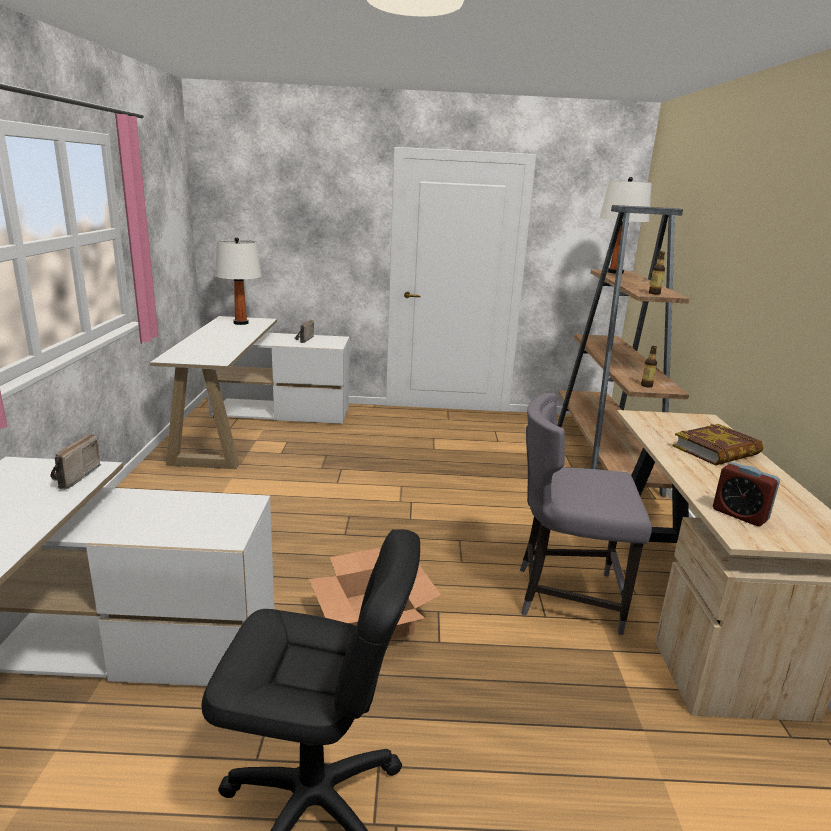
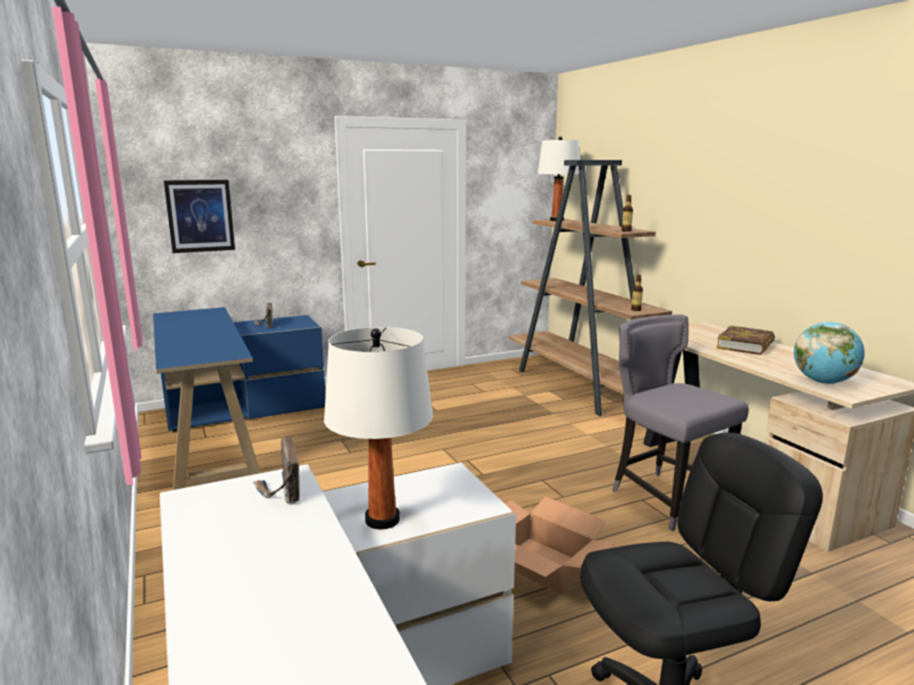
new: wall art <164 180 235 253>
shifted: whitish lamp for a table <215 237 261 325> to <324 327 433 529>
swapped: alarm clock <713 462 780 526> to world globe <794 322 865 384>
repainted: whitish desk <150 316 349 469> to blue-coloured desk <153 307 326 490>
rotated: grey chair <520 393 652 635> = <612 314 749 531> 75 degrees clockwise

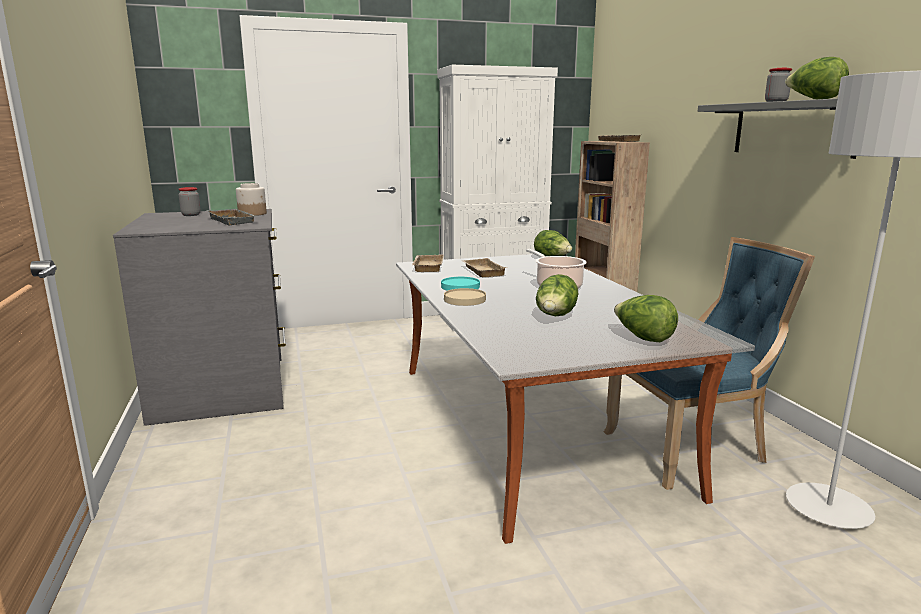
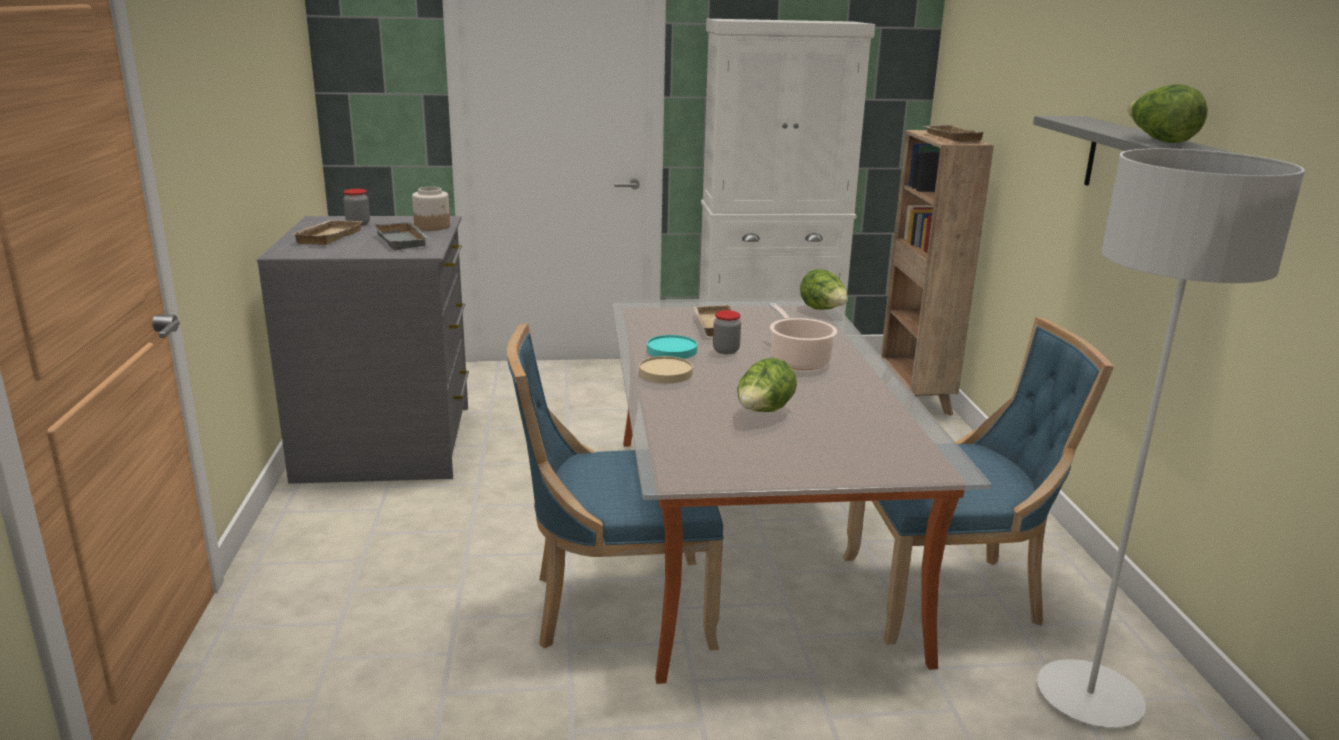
gone: lettuce <614 295 678 343>
new: blue-coloured chair <507 323 724 650>
shifted: beige carrying tray <412 255 443 272> to <293 220 363 245>; storage jar <765 68 792 102> to <713 310 741 354>

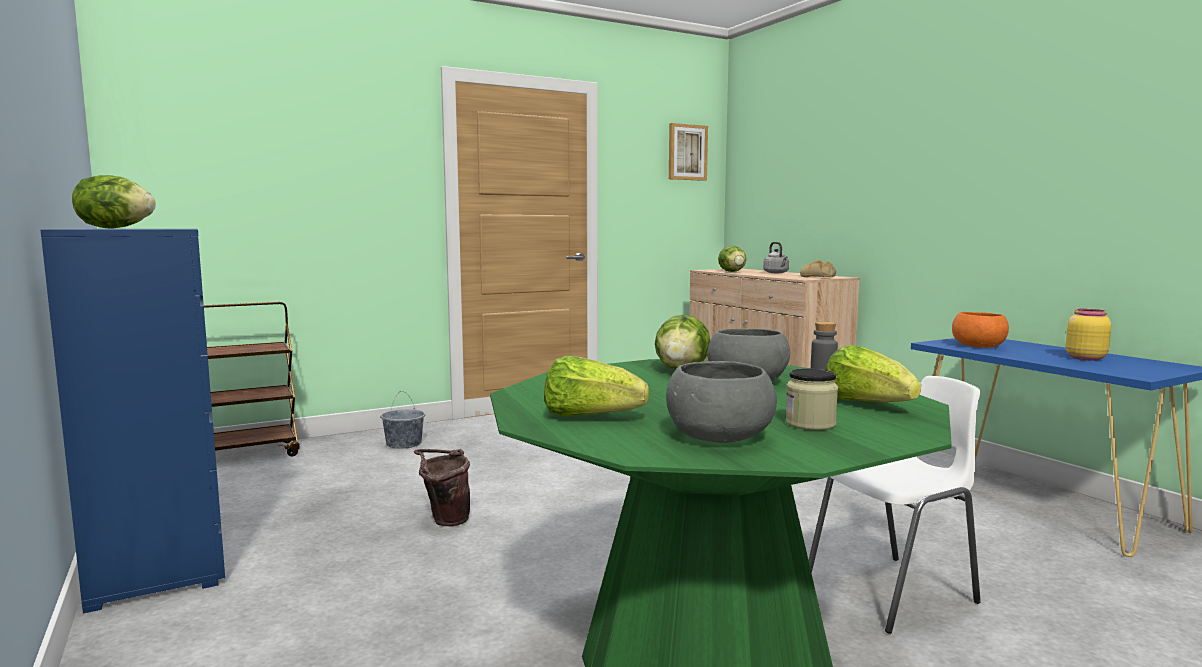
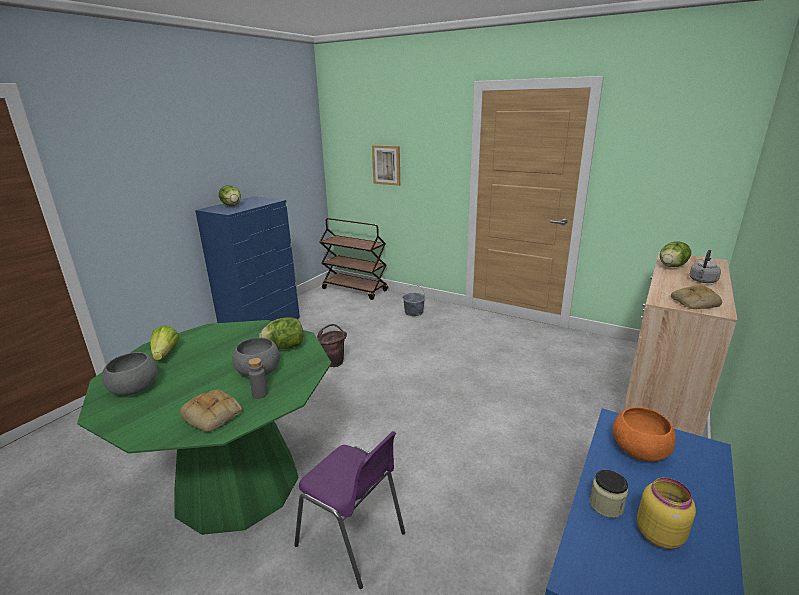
shifted: wall art <669 123 708 181> to <372 145 400 186>; storage jar <785 368 838 430> to <590 470 628 518>
swapped: lettuce <826 345 921 402> to bread <180 389 242 432>
repainted: whitish chair <809 376 981 634> to purple-coloured chair <294 431 405 589>

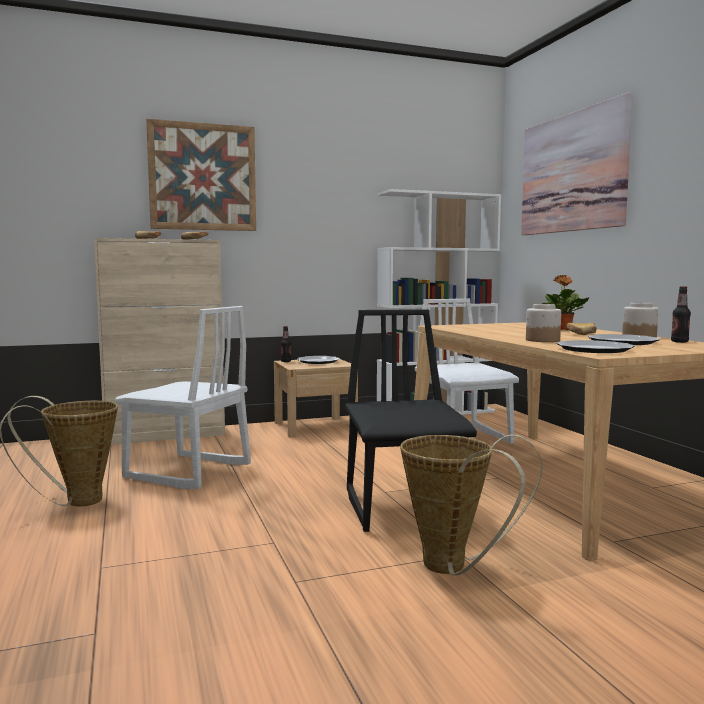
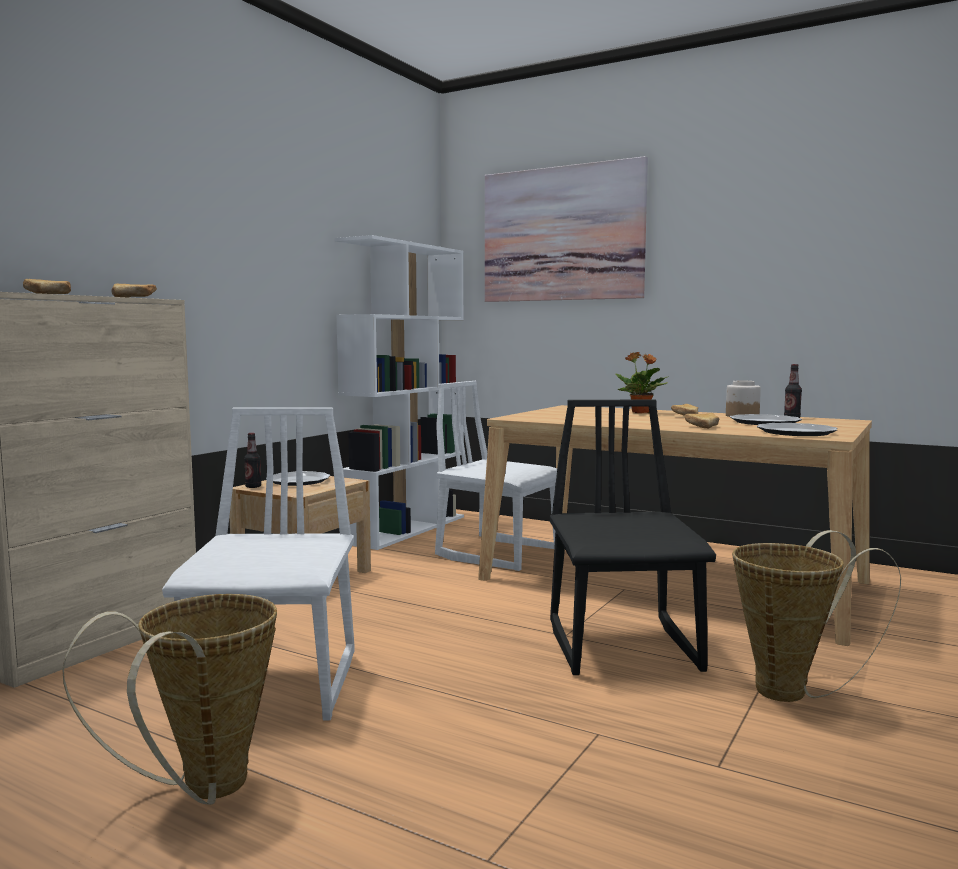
gone: wall art <146 119 256 231>
swapped: storage jar <526 304 561 342> to bread <685 413 719 429>
rotated: whitish chair <114 306 251 489> = <162 408 355 720> 75 degrees counterclockwise; black-coloured chair <345 309 477 532> = <550 399 716 675> 45 degrees clockwise

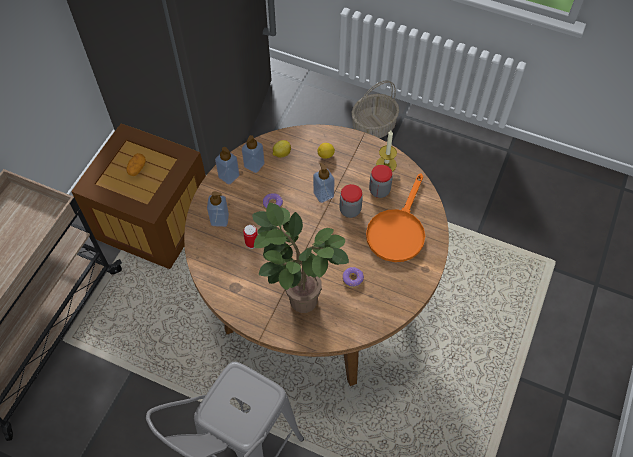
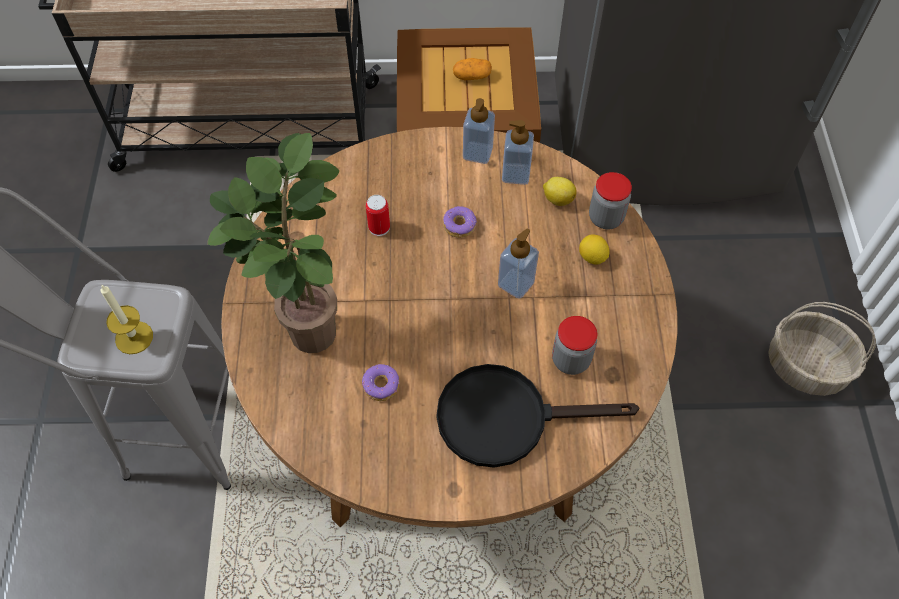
gone: soap bottle <207 191 229 227>
shifted: wax light <376 131 397 172> to <101 284 153 354>; storage jar <339 184 363 218> to <589 172 632 229>
repainted: orangey skillet <366 173 425 262> to black-coloured skillet <437 364 639 468>

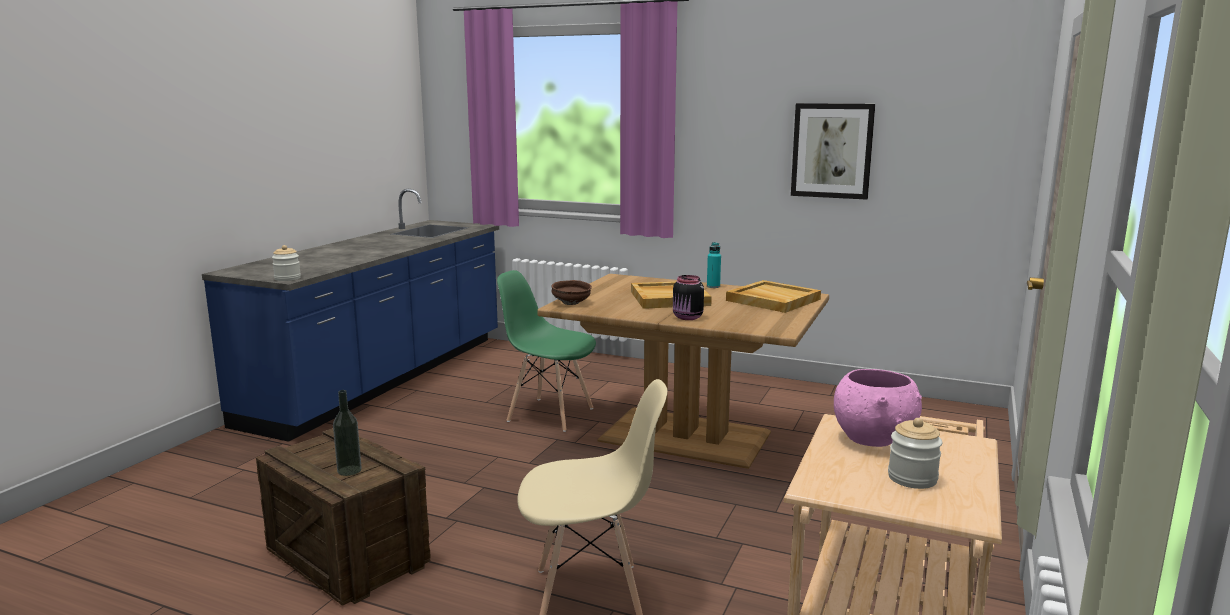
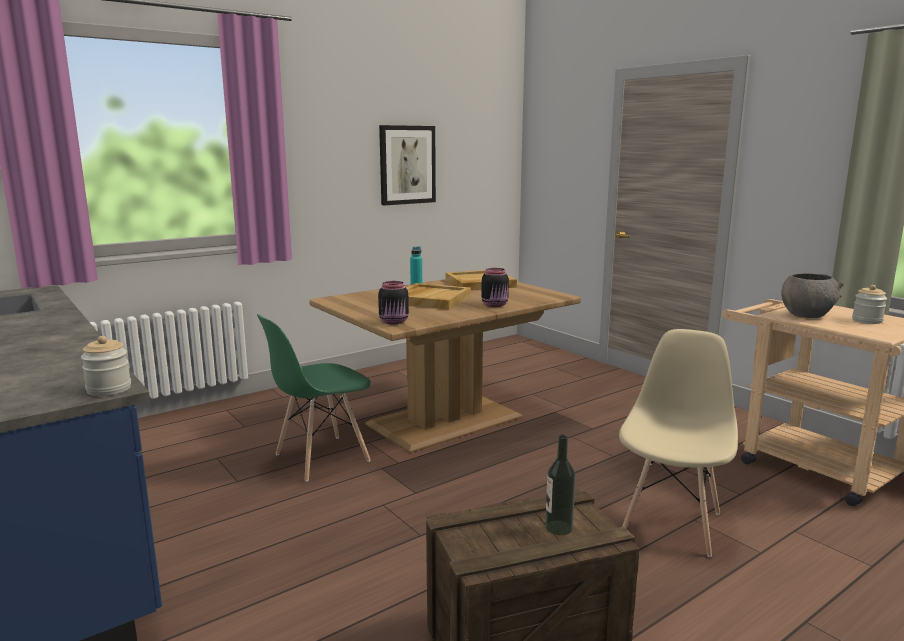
swapped: brownish serving bowl <551 280 592 305> to black-coloured storage jar <378 281 409 324>
repainted: pinkish serving bowl <834 369 922 447> to grey serving bowl <781 273 845 318>

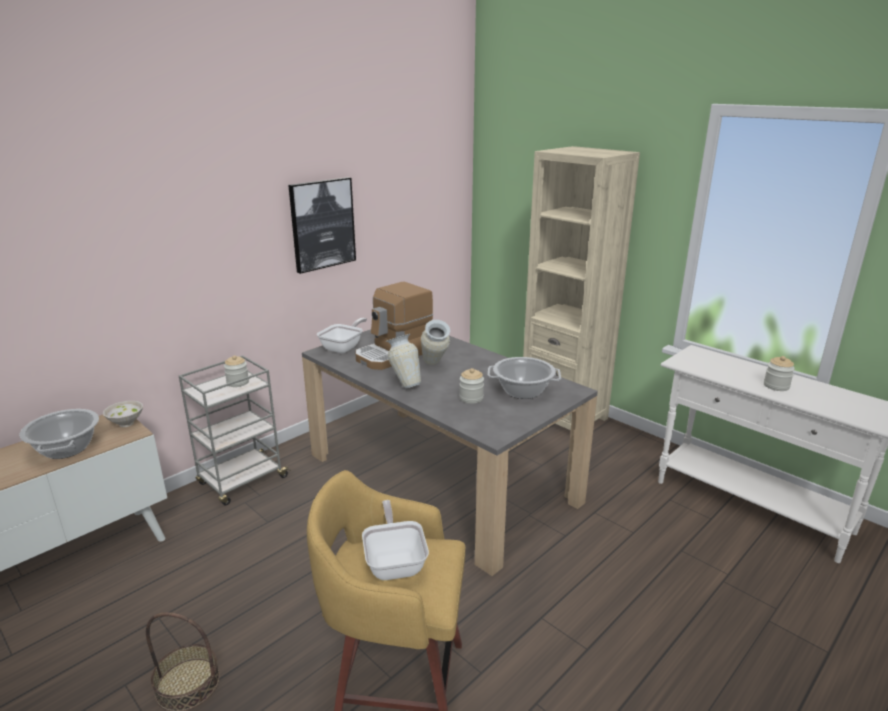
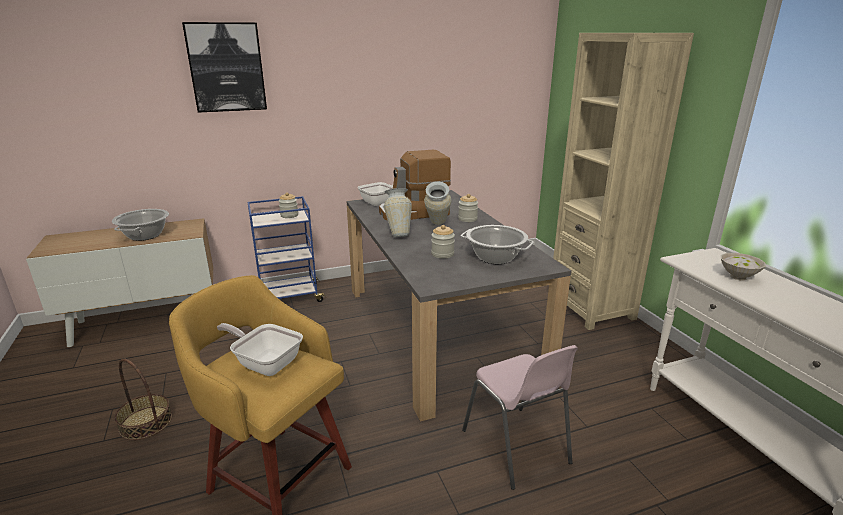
new: pinkish chair <462 345 578 490>
shifted: wall art <288 177 356 274> to <182 22 267 113>; storage jar <764 356 795 391> to <458 194 478 222>; whitish serving bowl <103 401 143 427> to <721 253 766 280>
repainted: grey trolley <179 355 291 505> to blue-coloured trolley <247 196 326 302>
rotated: skillet <362 500 429 580> = <217 323 303 376> 75 degrees counterclockwise

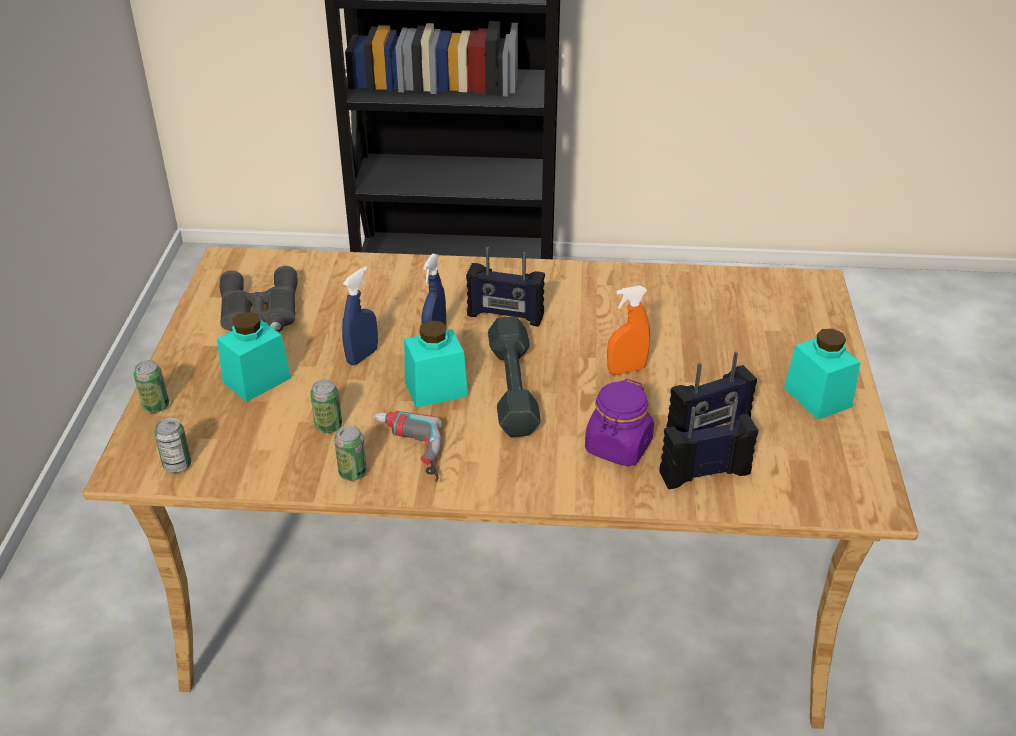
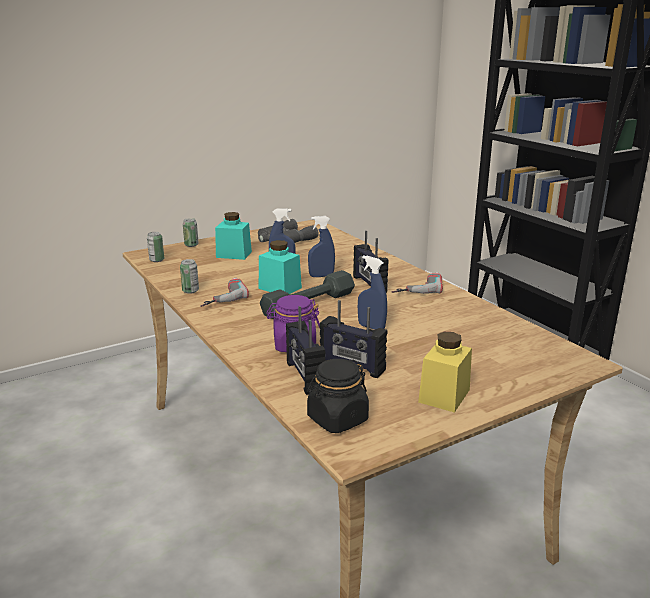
gone: metal can <310 380 342 433>
new: black-coloured storage jar <307 359 369 433>; power drill <392 272 443 294>
repainted: orangey hand sprayer <607 286 650 375> to blue-coloured hand sprayer <358 255 387 330>; blue-green storage jar <784 329 861 420> to yellowish storage jar <418 332 472 413>
rotated: radio <659 400 758 489> = <286 306 326 395> 150 degrees counterclockwise

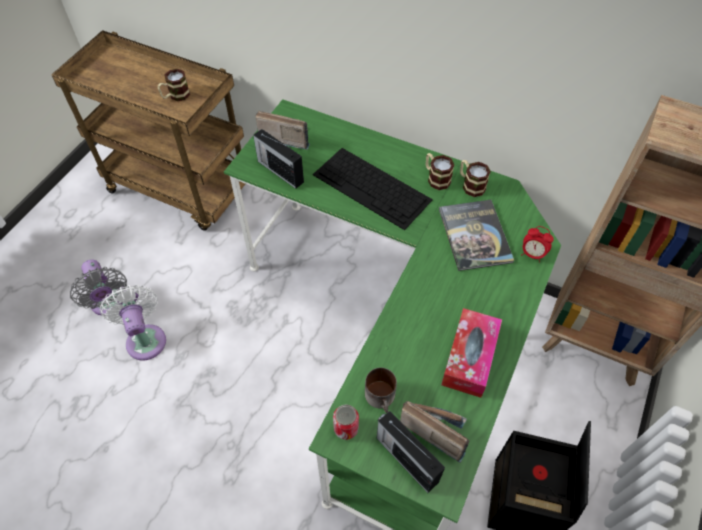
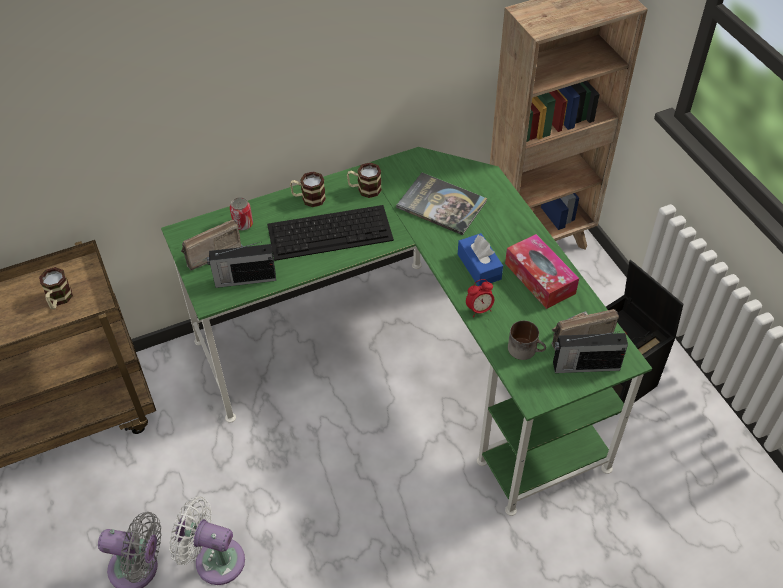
new: blue-coloured tissue box <458 233 503 286>
shifted: metal can <333 404 359 440> to <230 197 253 230>; mug <460 160 491 197> to <290 171 326 207>; alarm clock <521 226 554 263> to <466 279 494 317>

